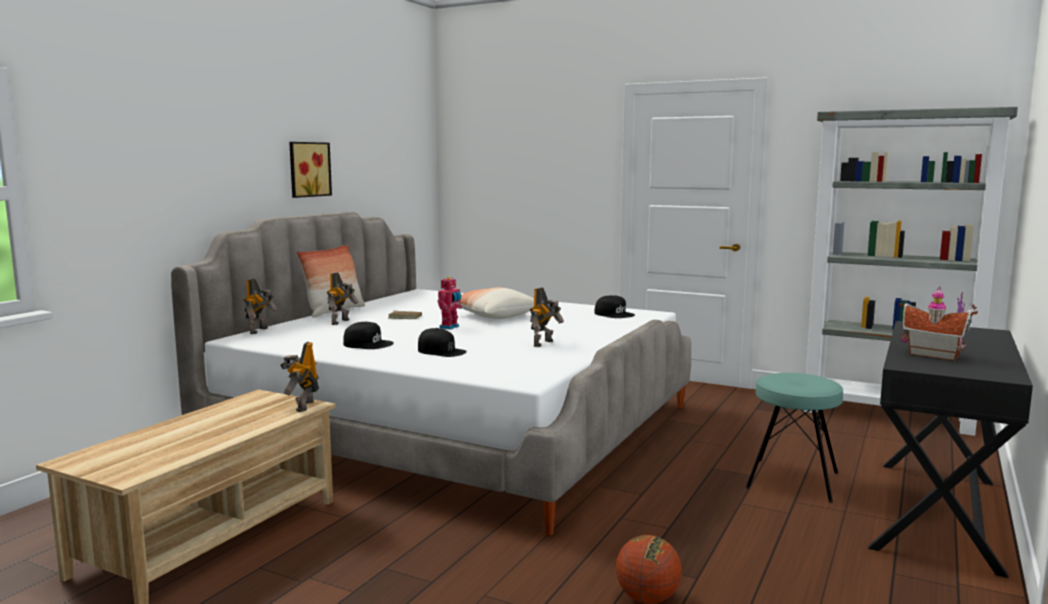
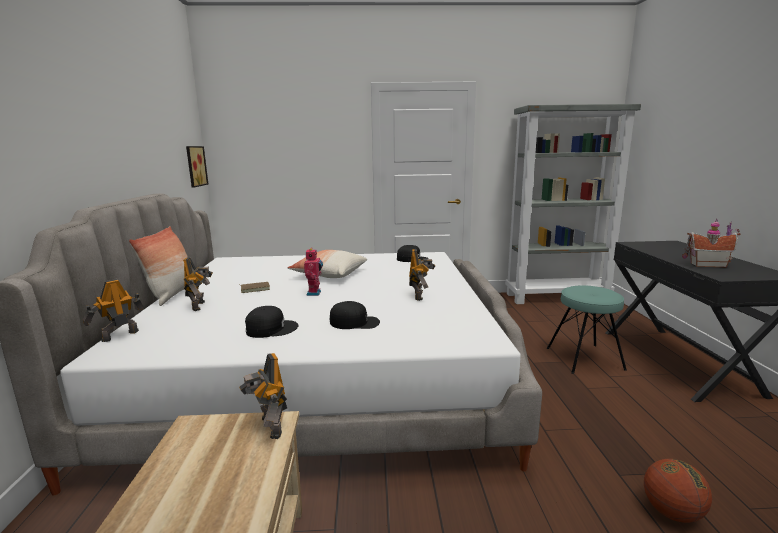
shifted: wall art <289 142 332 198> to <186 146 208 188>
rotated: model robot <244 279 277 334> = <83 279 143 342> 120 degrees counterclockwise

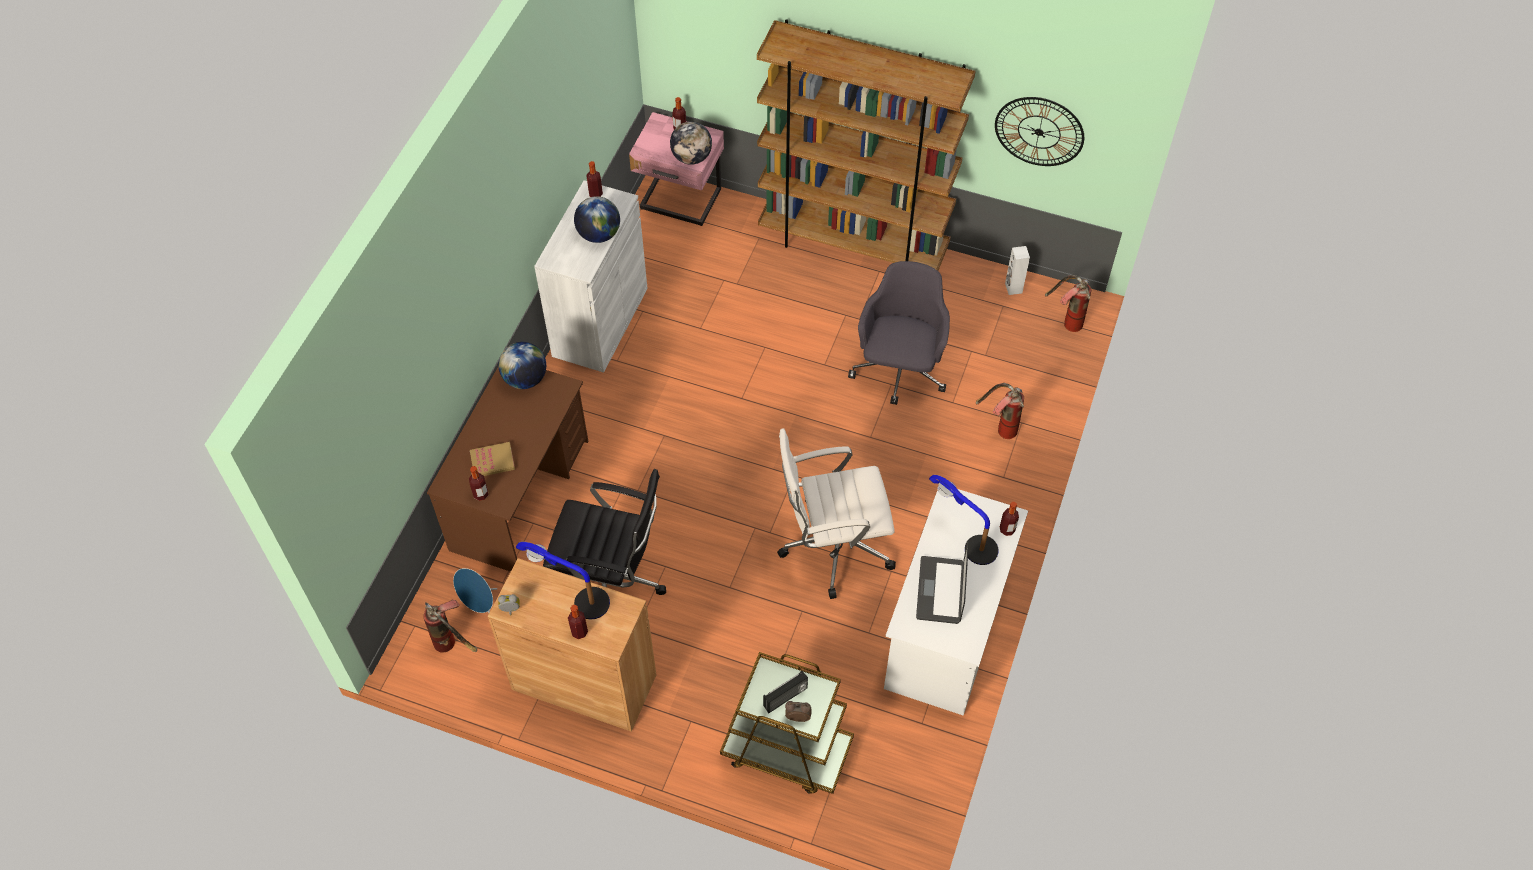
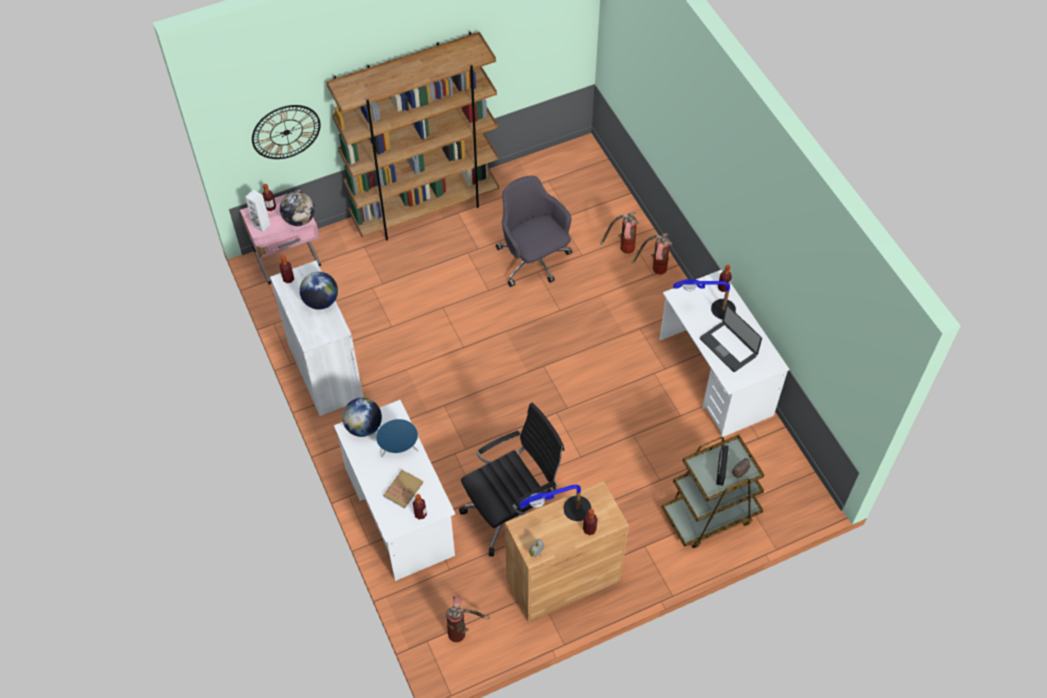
gone: whitish desk chair <777 428 896 599>
shifted: whitish loudspeaker <1005 246 1030 295> to <245 189 271 232>; wall clock <995 97 1084 166> to <252 105 320 159>; blue-coloured loudspeaker <453 568 497 613> to <376 419 419 457>; extinguisher <1045 275 1091 332> to <632 233 672 275>
repainted: brownish desk <427 367 588 572> to whitish desk <334 400 455 581>

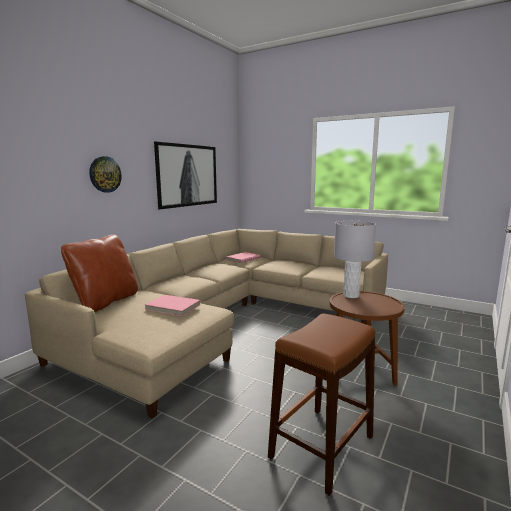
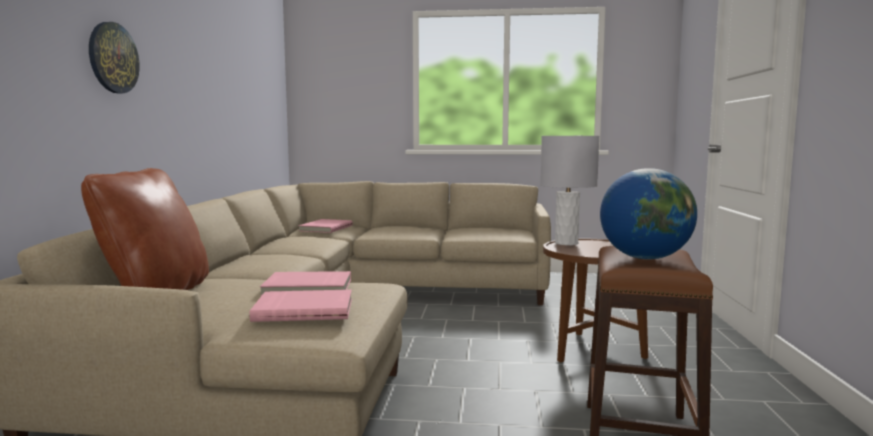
gone: wall art <154 141 217 209>
new: pinkish volume <249 290 352 322>; world globe <600 168 697 260>

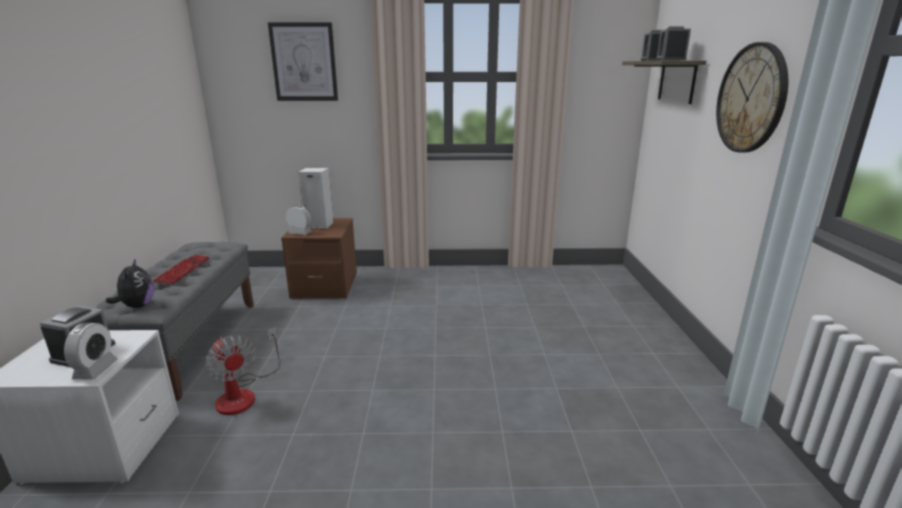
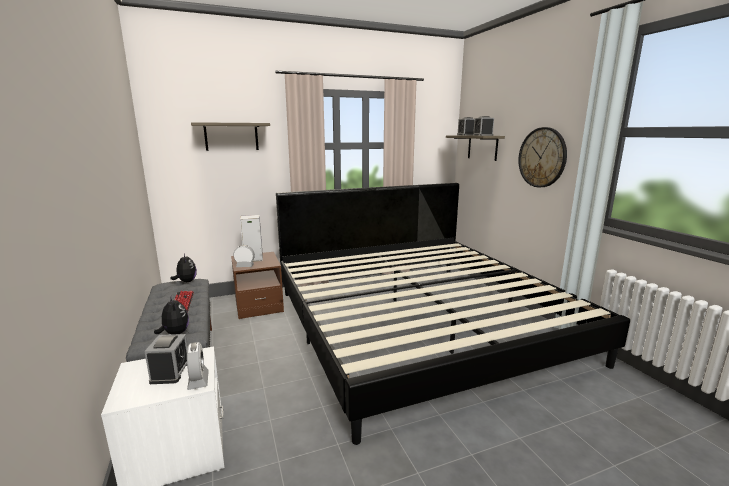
gone: fan <205 327 280 415>
new: cuddly toy <170 253 197 282>; sleeping bed <276 183 630 445>
swapped: wall art <268 22 338 101> to wall shelf <191 122 270 151>

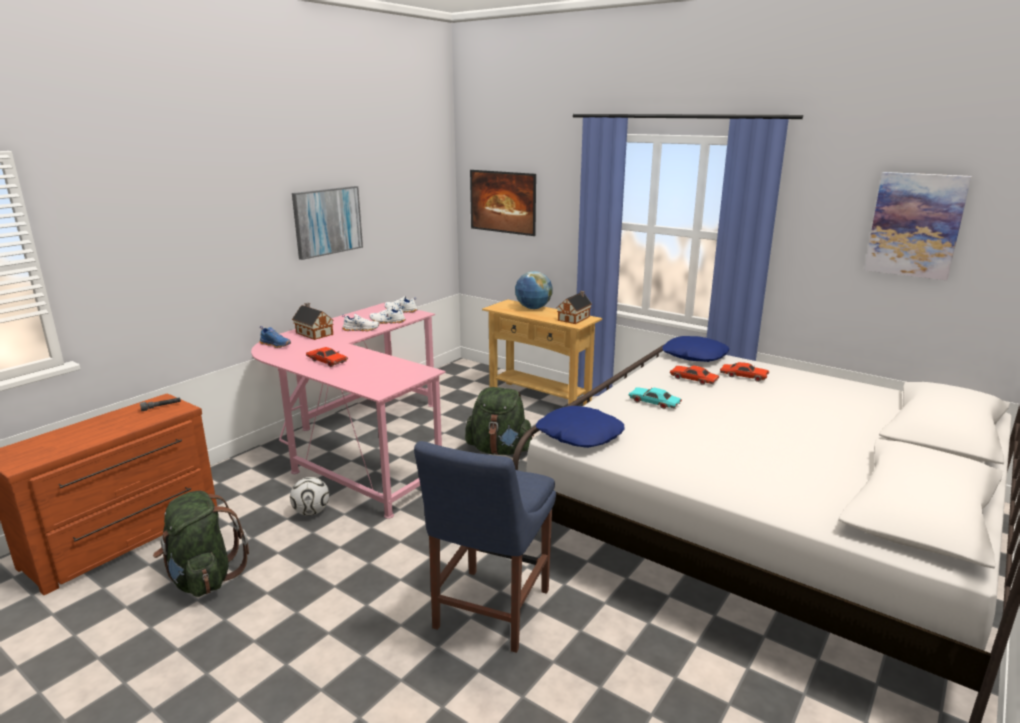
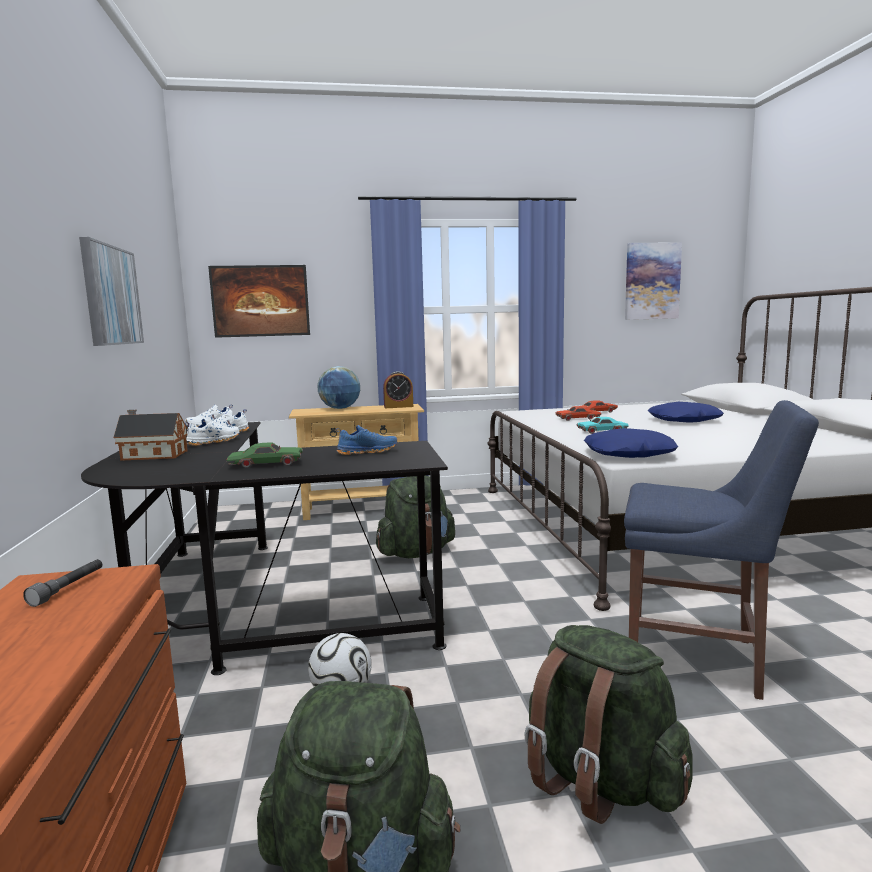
new: green rucksack <524 625 693 824>
shifted: blue-coloured low shoe <259 326 291 348> to <336 425 398 455>; blue-coloured throw pillow <662 336 729 362> to <648 402 724 423>
swapped: toy house <557 291 592 324> to alarm clock <383 371 413 408>
repainted: pinkish desk <251 303 446 519> to black-coloured desk <81 422 448 675>; reddish miniature car <306 347 348 367> to green miniature car <226 442 303 468>
rotated: blue-coloured chair <414 441 556 653> = <624 400 819 700> 45 degrees counterclockwise

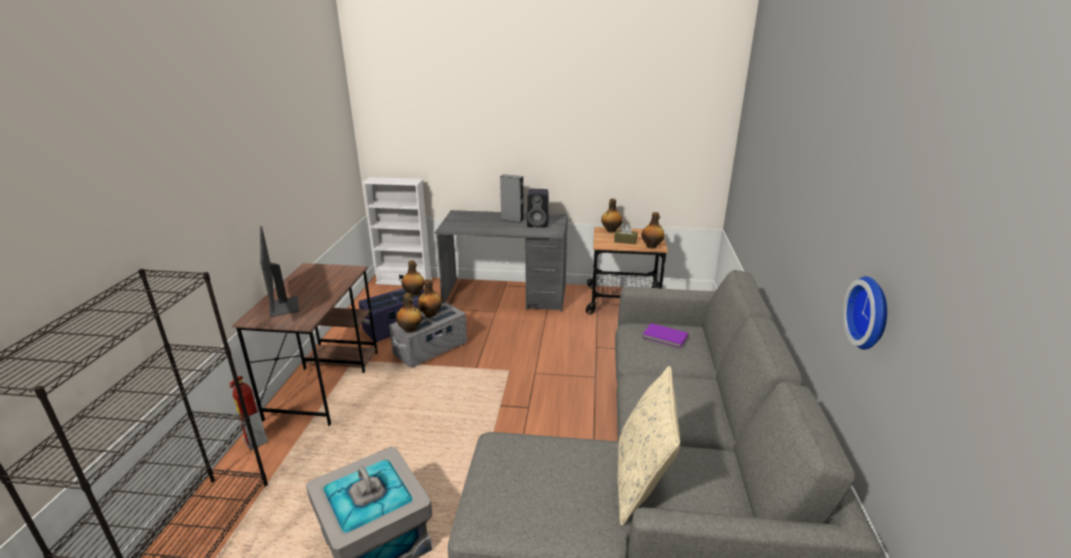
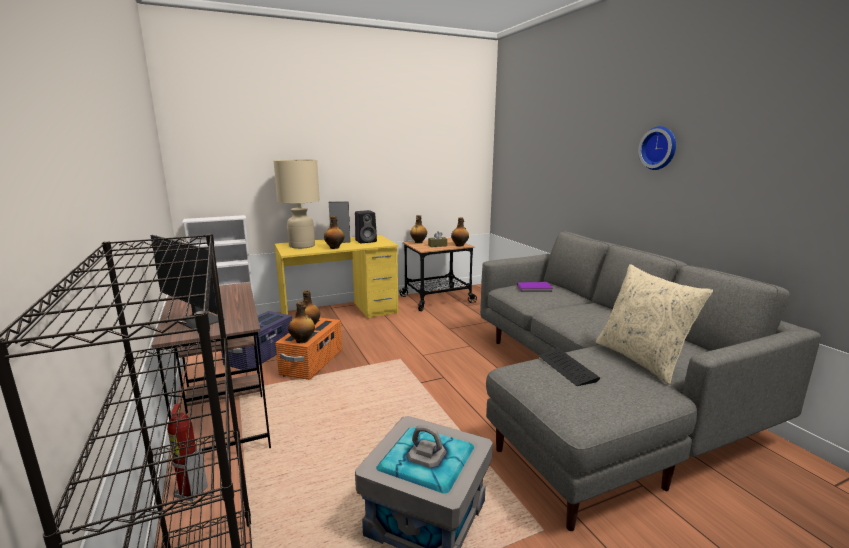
new: beige lamp for a table <273 159 320 249>; computer keyboard <539 348 600 386>
shifted: drink bottle <401 260 425 296> to <324 216 344 249>; wall clock <843 276 887 350> to <638 126 676 170>
repainted: grey desk <435 210 568 312> to yellowish desk <274 235 399 319>; grey storage container <389 302 467 368> to orangey storage container <275 318 342 380>

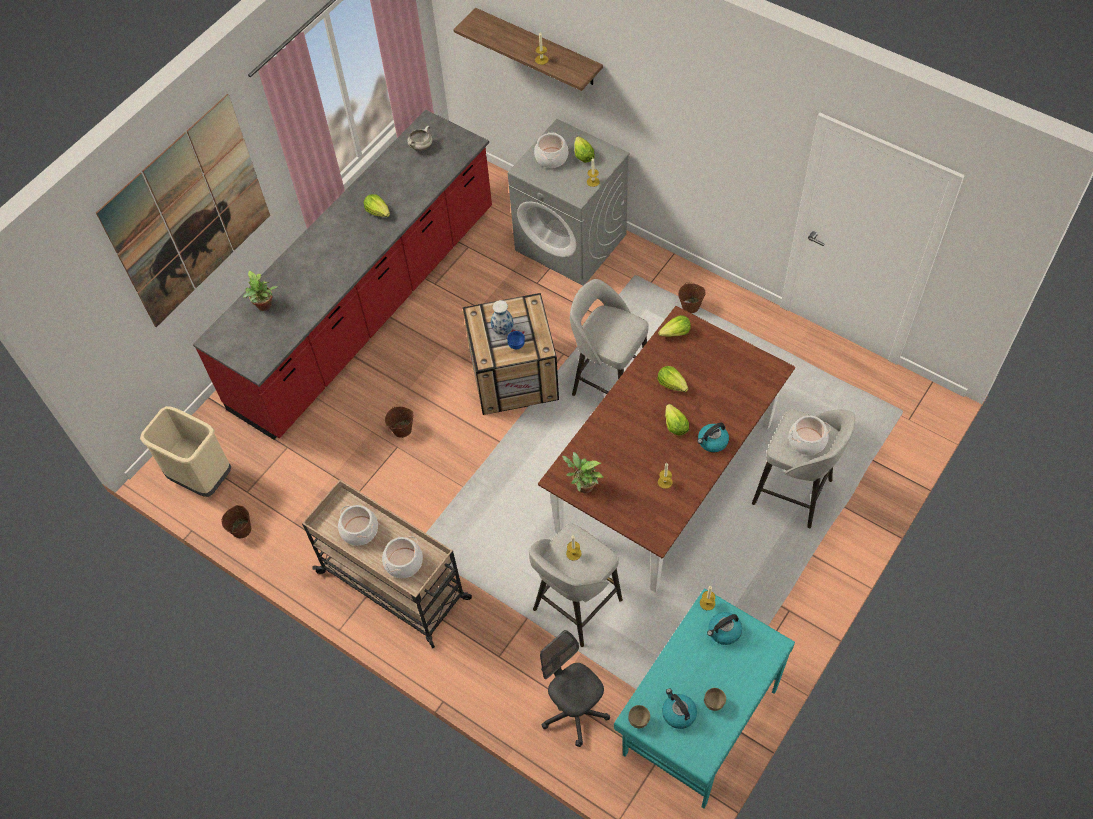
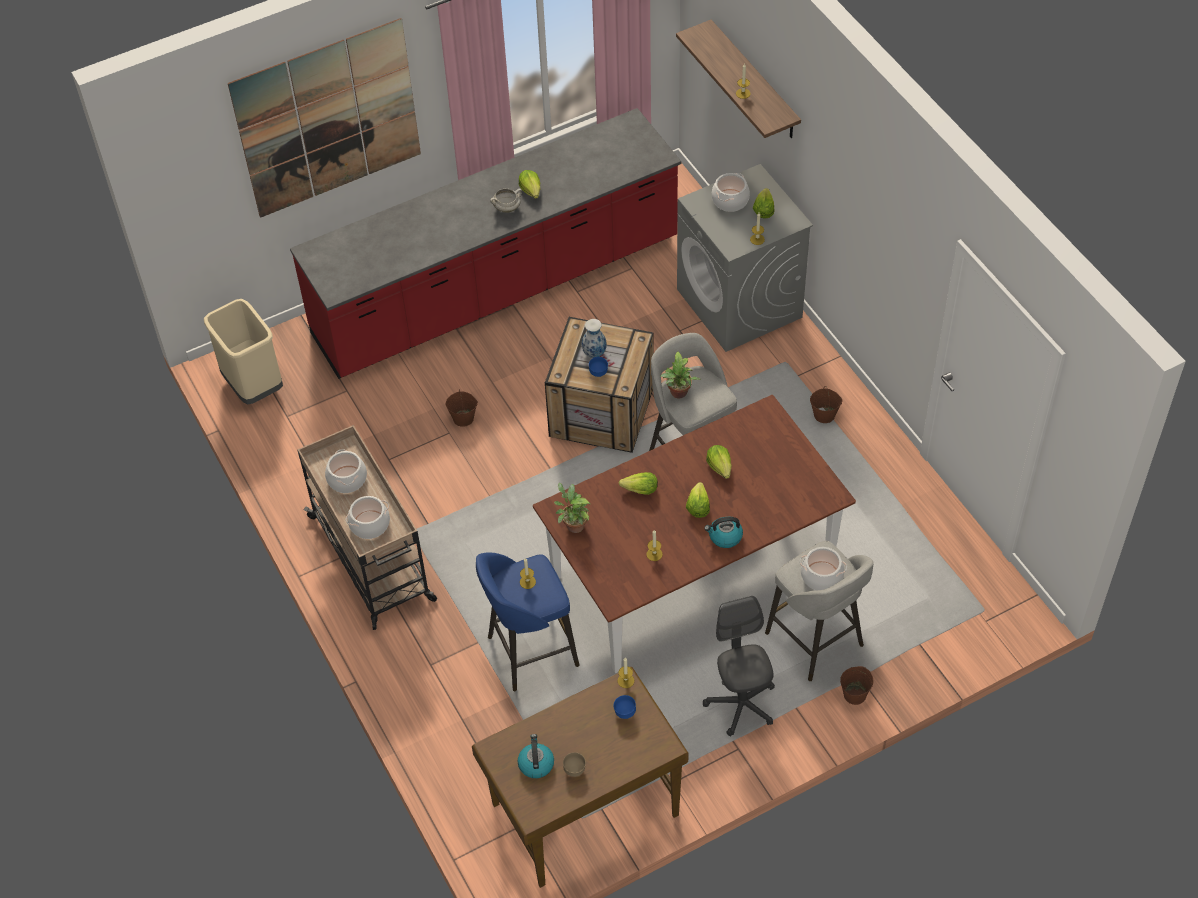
gone: brownish serving bowl <628 705 650 728>
shifted: whitish stockpot <407 126 433 151> to <490 188 522 213>; lettuce <658 315 691 337> to <619 472 658 495>; plant in a pot <243 270 278 311> to <660 351 700 398>; grey desk chair <540 630 610 747> to <703 596 775 737>; brownish pail <222 505 251 538> to <840 666 873 705>
swapped: water kettle <707 612 742 645> to blue-coloured serving bowl <613 695 636 719>
repainted: blue-green desk <614 588 795 809> to brownish desk <472 667 689 888>; grey stool seat <529 523 623 647> to blue-coloured stool seat <476 553 579 691>

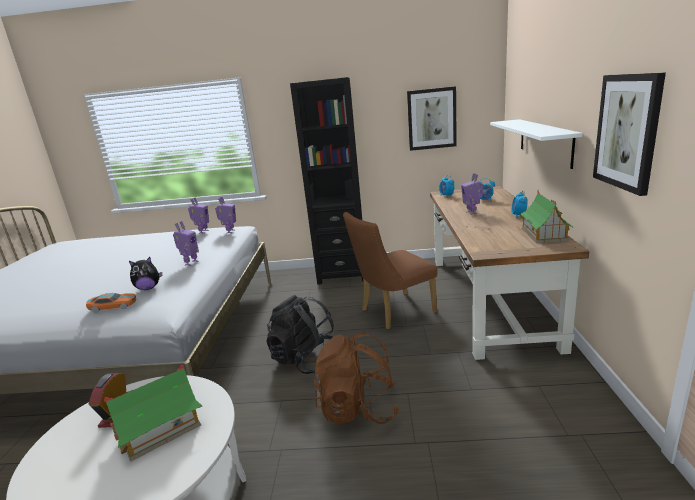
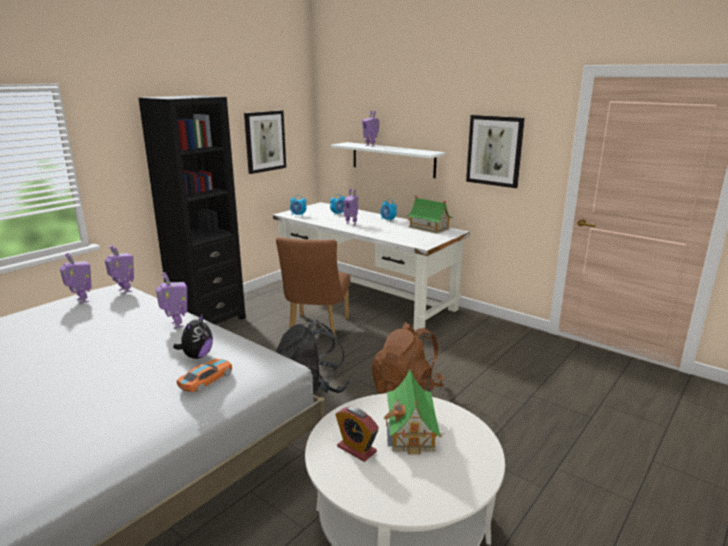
new: model robot <362 111 379 147>
repainted: brownish desk <430 186 589 360> to whitish desk <273 202 470 331>

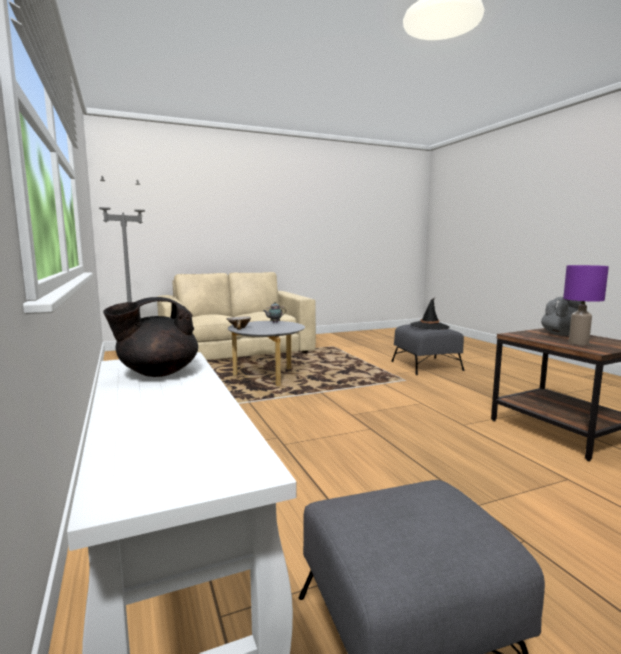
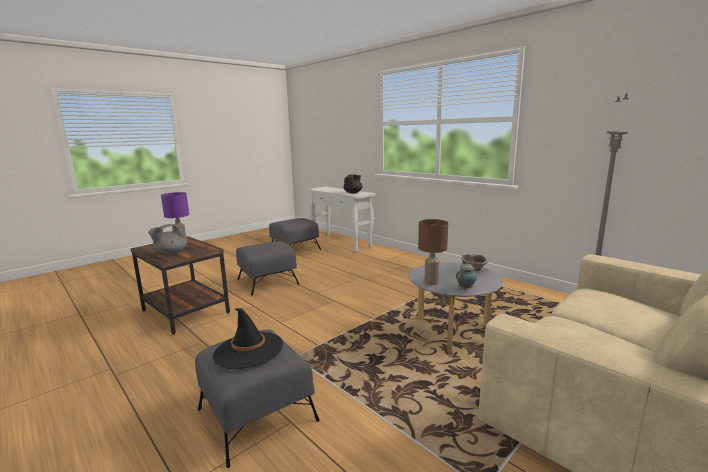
new: grey ottoman <236 241 299 296>; brownish lamp for a table <418 219 448 285>

